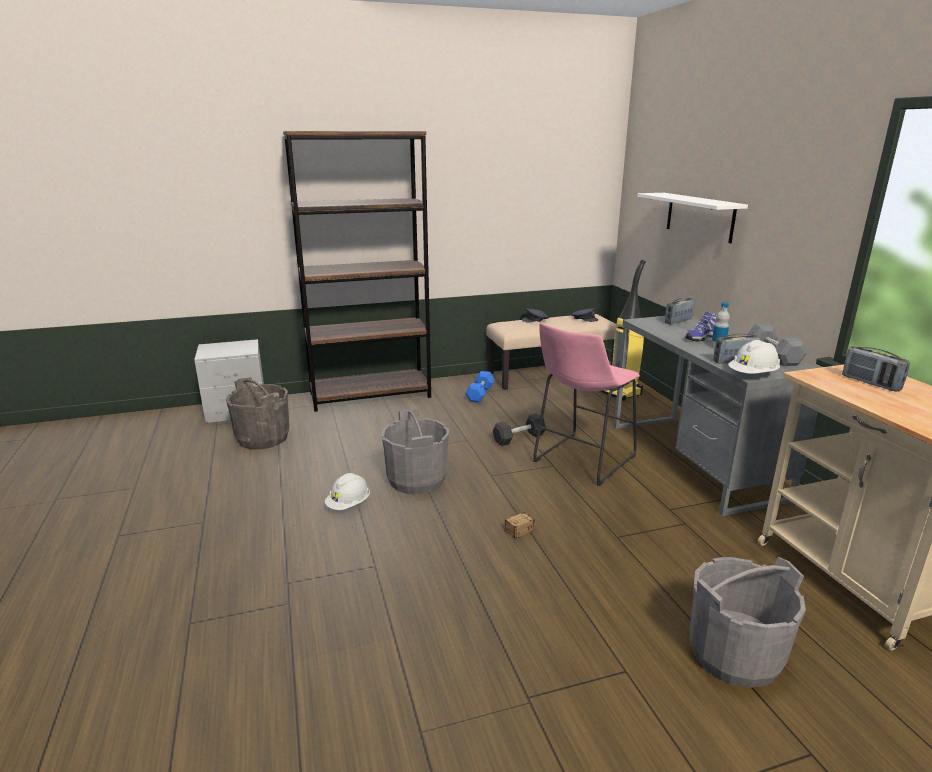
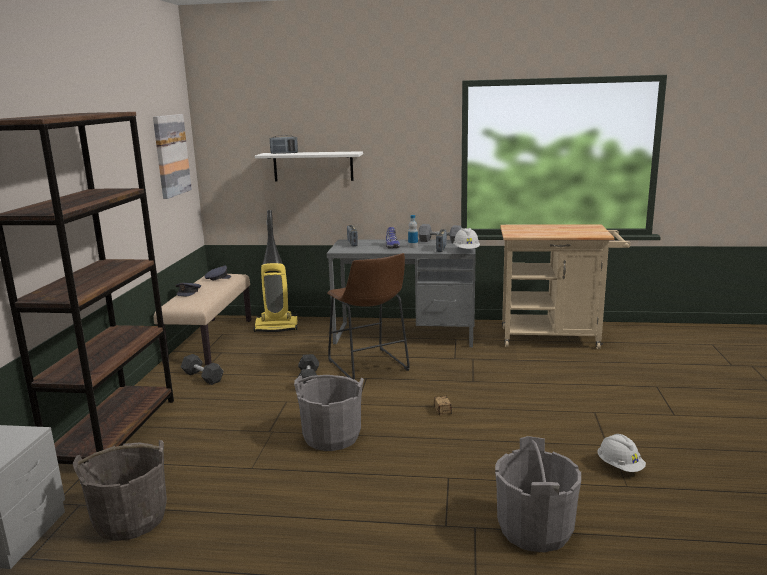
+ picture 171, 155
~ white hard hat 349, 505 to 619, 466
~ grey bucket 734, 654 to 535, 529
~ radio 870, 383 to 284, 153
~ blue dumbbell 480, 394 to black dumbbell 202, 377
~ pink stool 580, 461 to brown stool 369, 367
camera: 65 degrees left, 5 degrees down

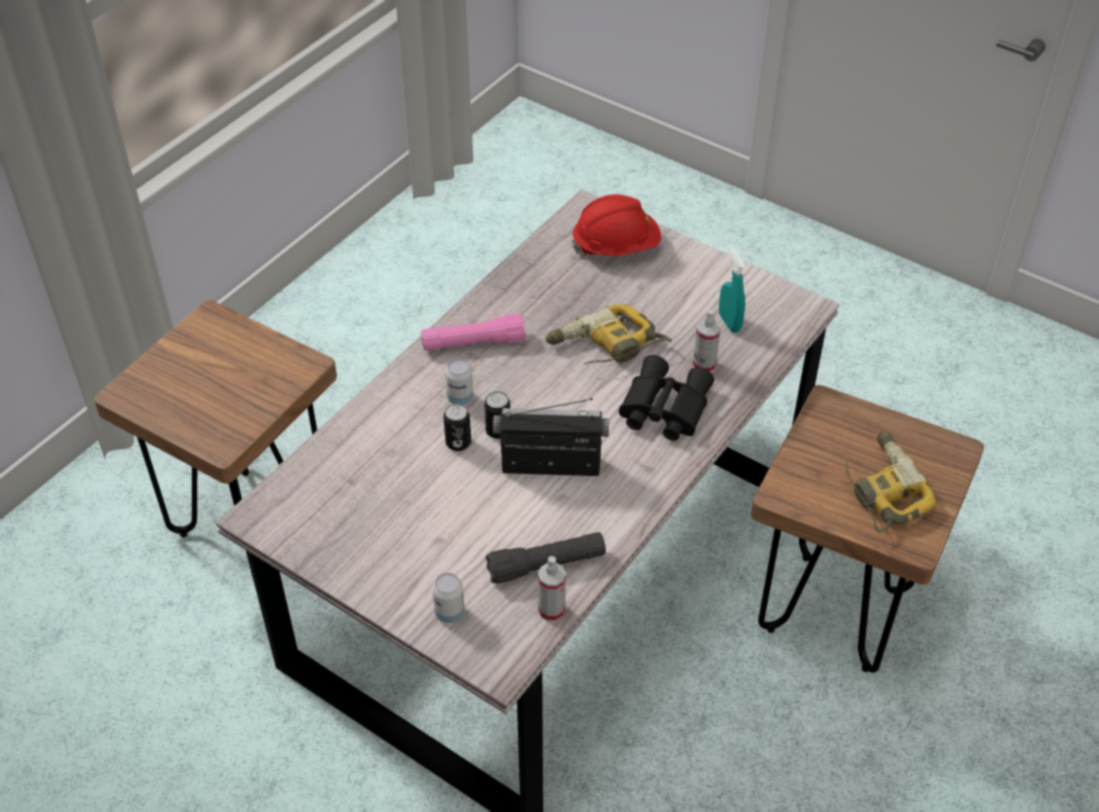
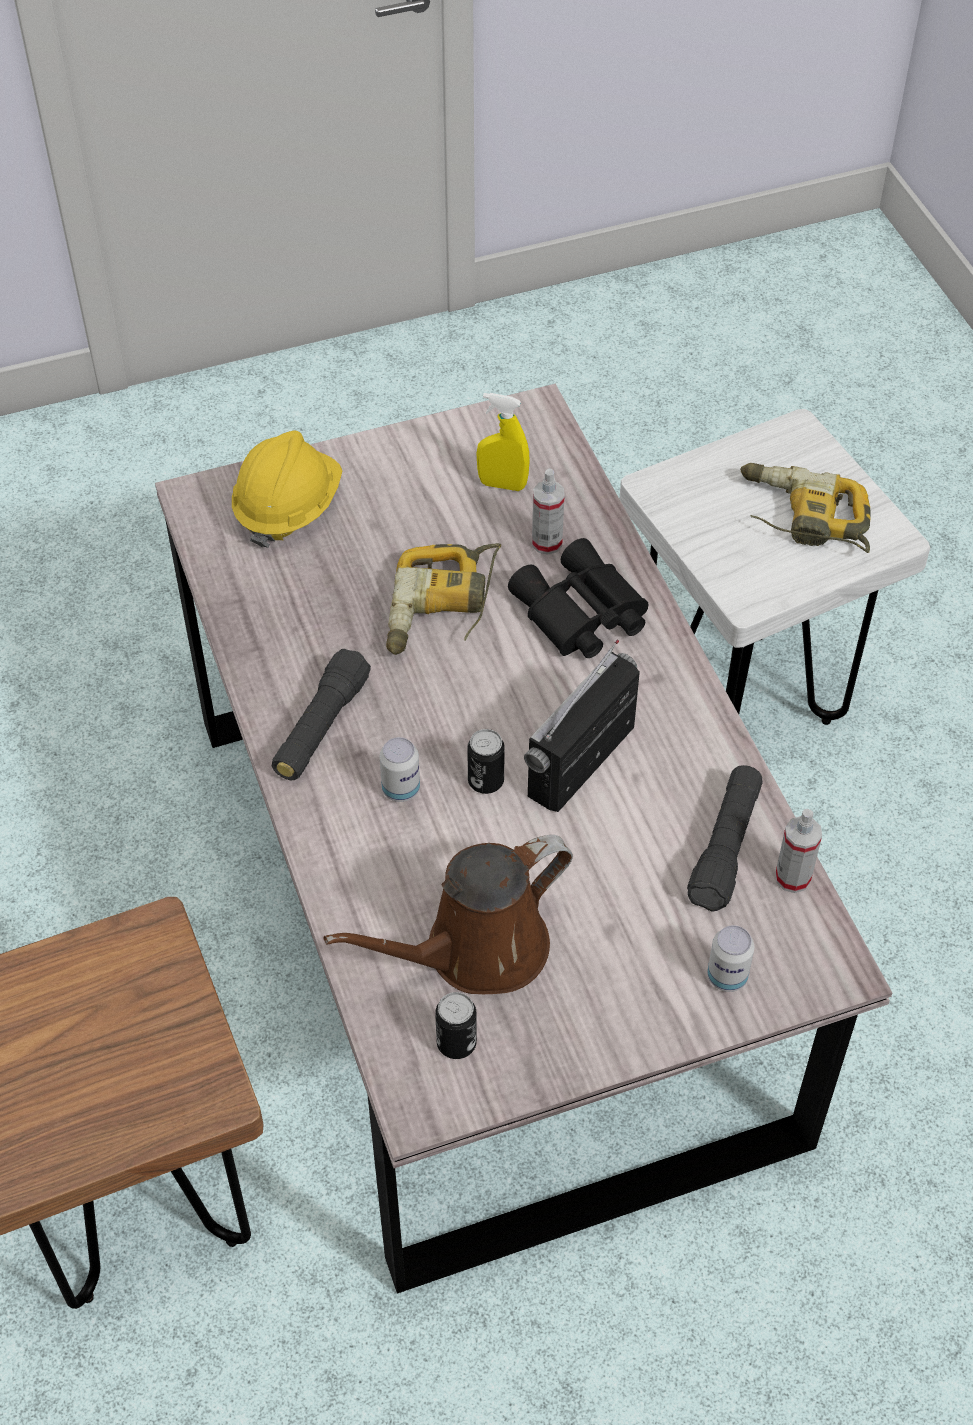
+ brown watering can 475, 951
~ can 458, 443 to 456, 1043
~ pink flashlight 473, 343 to black flashlight 321, 727
~ red hard hat 616, 246 to yellow hard hat 287, 508
~ turquoise spray bottle 729, 323 to yellow spray bottle 502, 484
~ brown stool 834, 612 to white stool 741, 701
camera: 55 degrees left, 5 degrees up

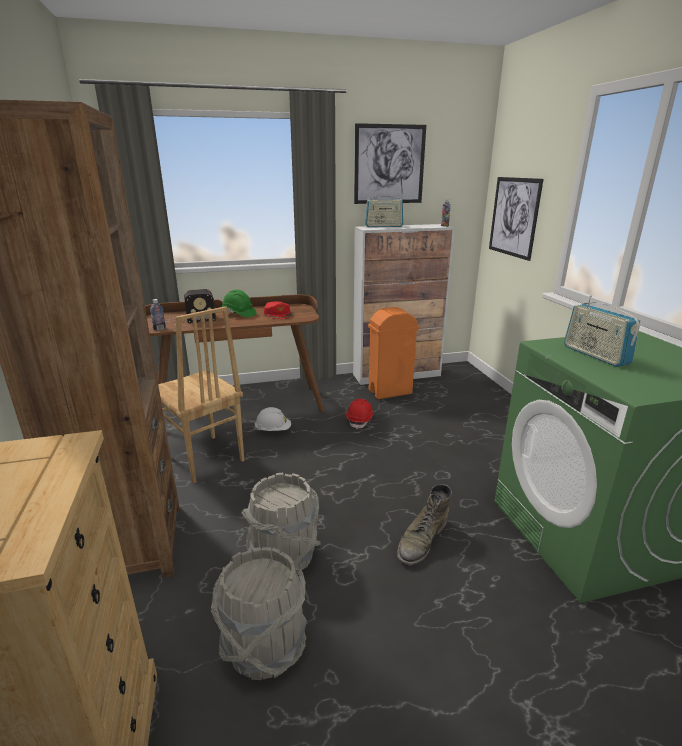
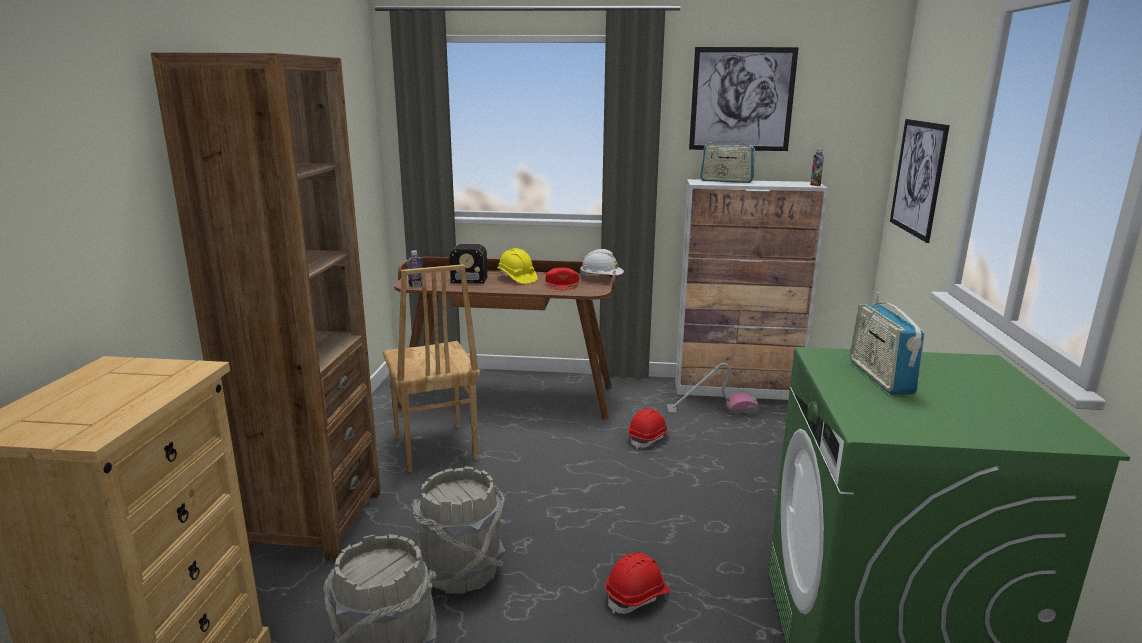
~ white hard hat 273, 430 to 601, 279
~ orange trash can 389, 392 to vacuum cleaner 711, 410
~ green boot 422, 540 to red hard hat 637, 596
~ green hard hat 239, 313 to yellow hard hat 517, 278
camera: 20 degrees right, 5 degrees down

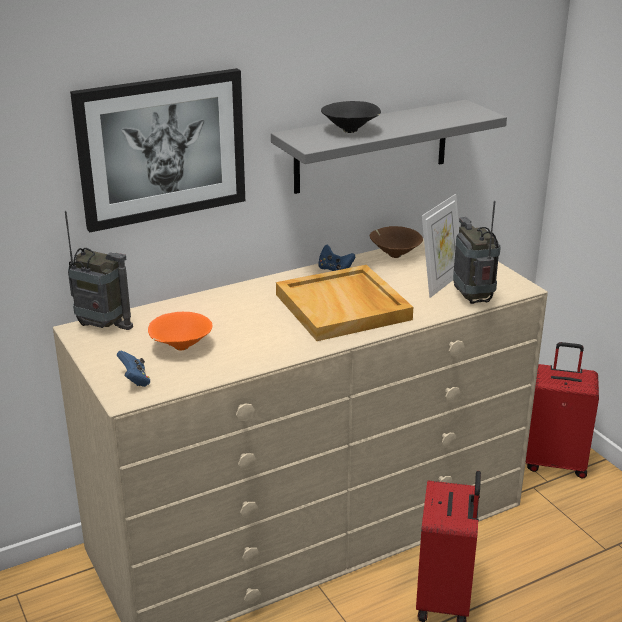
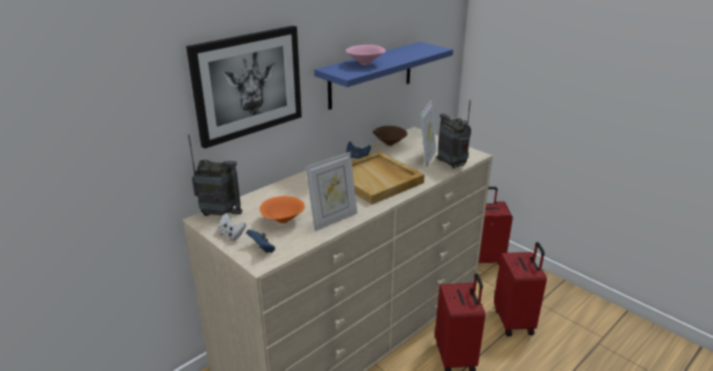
+ white game controller 231, 235
+ picture frame 333, 219
+ red suitcase 514, 321
~ grey shelf 372, 146 to blue shelf 371, 75
~ black bowl 351, 131 to pink bowl 366, 64
camera: 15 degrees left, 0 degrees up

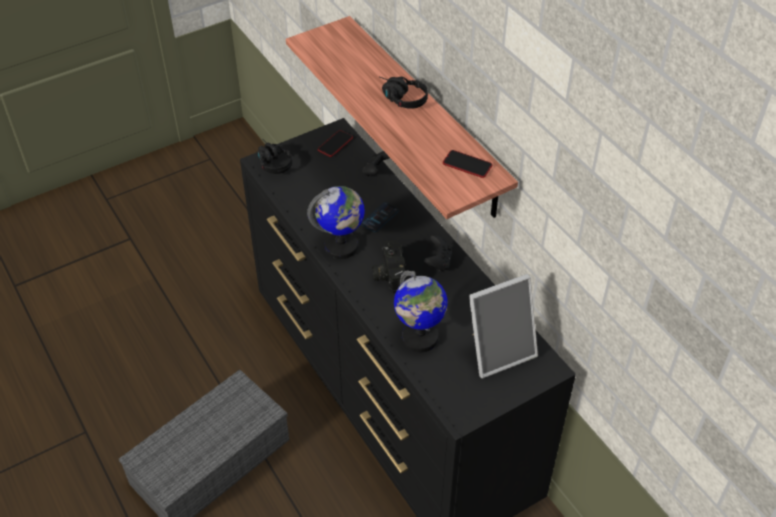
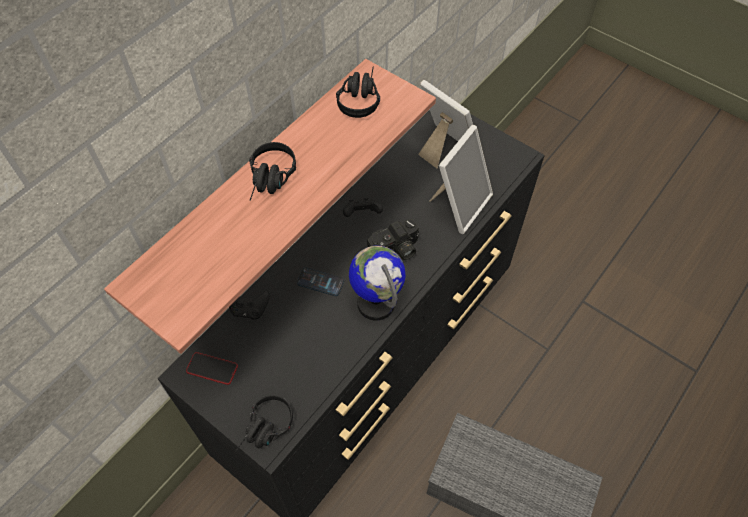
~ globe 419, 338 to picture frame 459, 204
~ phone 467, 165 to black headphones 359, 97
camera: 110 degrees left, 10 degrees up

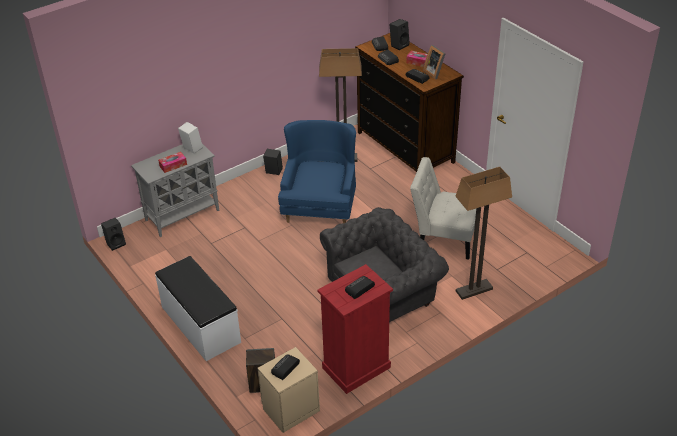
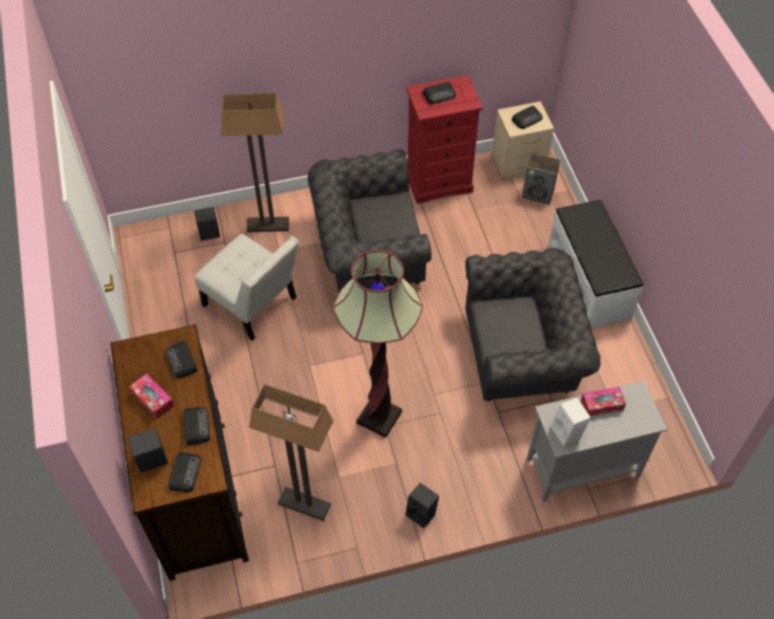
- picture frame 435, 72
+ grey armchair 523, 354
~ black speaker 116, 243 to 209, 235
~ blue armchair 321, 204 to floor lamp 379, 417
camera: 160 degrees left, 15 degrees up

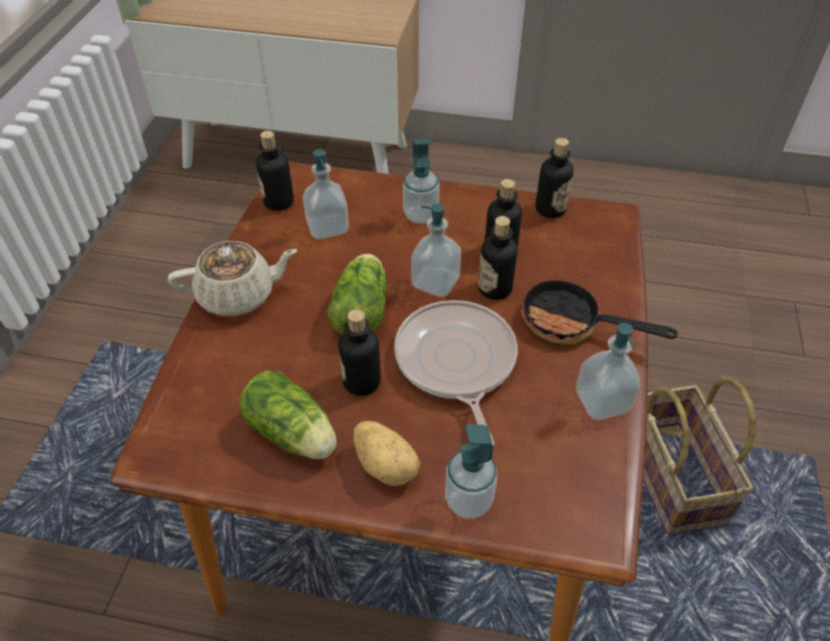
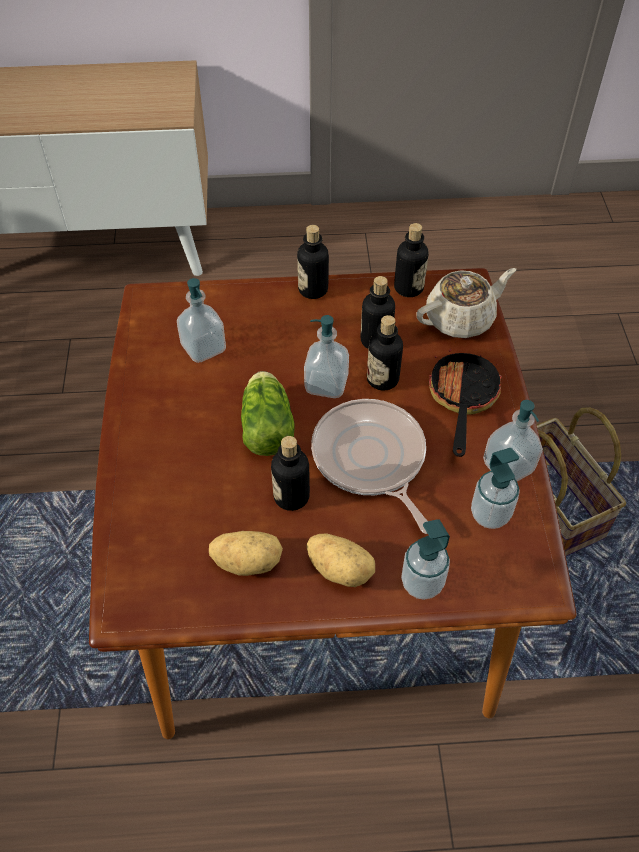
~ beige teapot 238, 295 to 461, 319
~ bottle 278, 202 to 313, 289
~ soap dispenser 420, 215 to 490, 514
~ lettuce 294, 435 to potato 248, 561
~ frying pan 572, 324 = 461, 399 90 degrees clockwise
camera: 15 degrees left, 5 degrees up

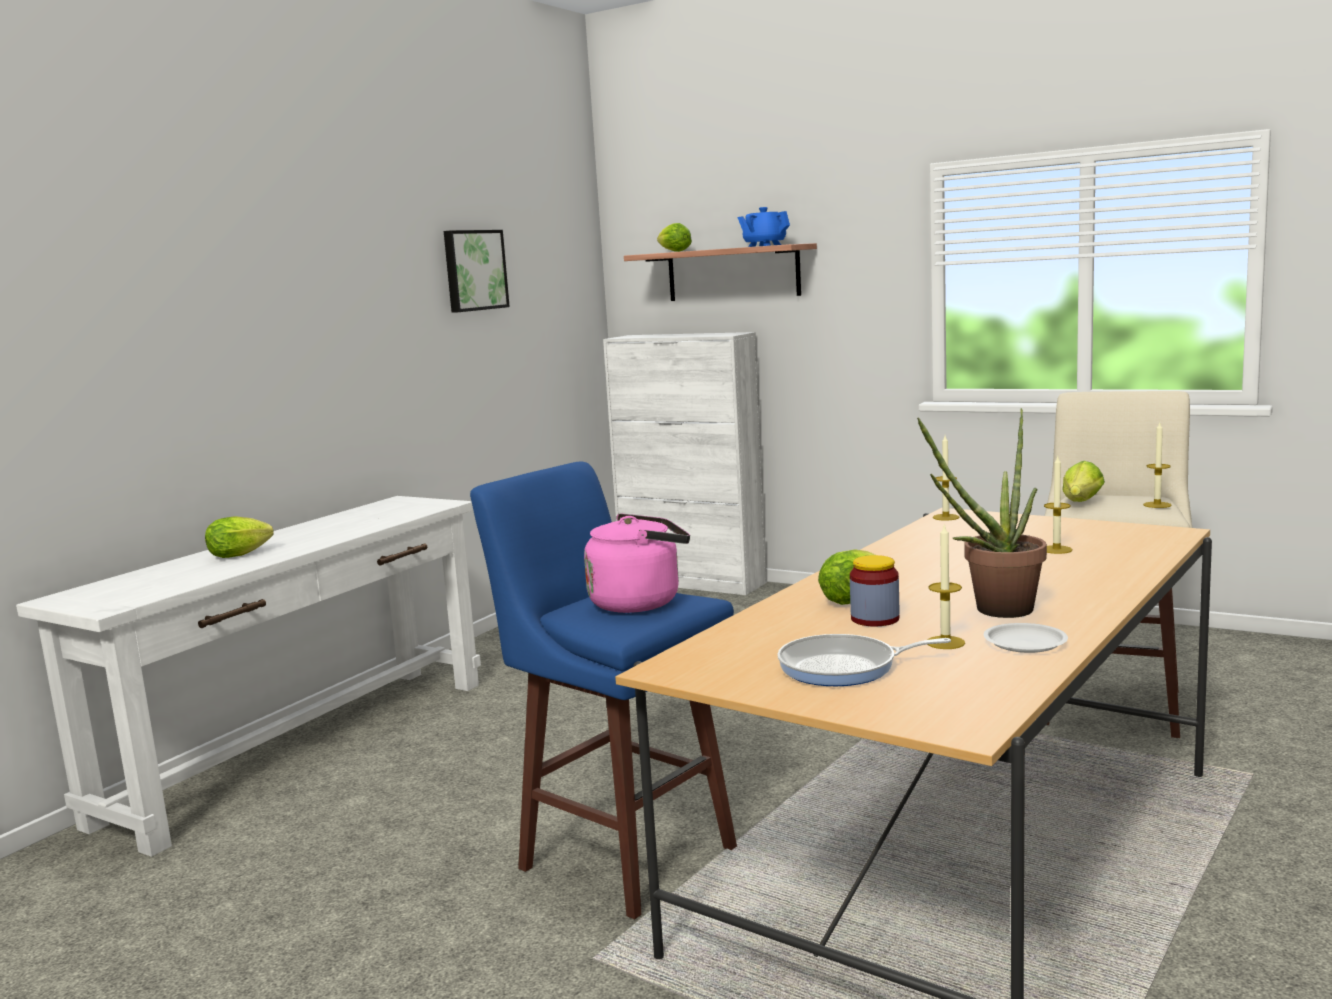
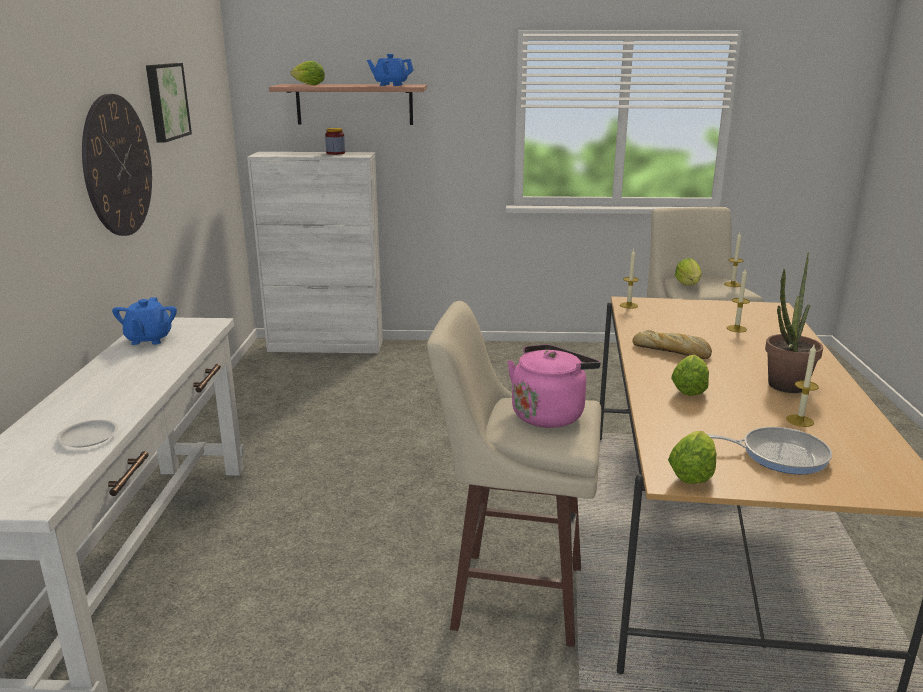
+ wall clock 117, 166
+ blue teapot 149, 339
+ bread 672, 351
~ lettuce 242, 554 to 693, 473
~ jar 875, 619 to 335, 153
~ white plate 1026, 643 to 89, 437
~ blue stool 624, 855 to beige stool 513, 595
~ frying pan 844, 668 = 779, 455 135 degrees counterclockwise
camera: 30 degrees left, 10 degrees up

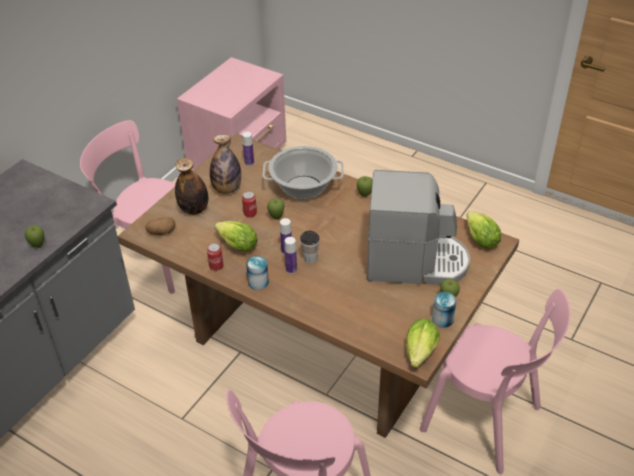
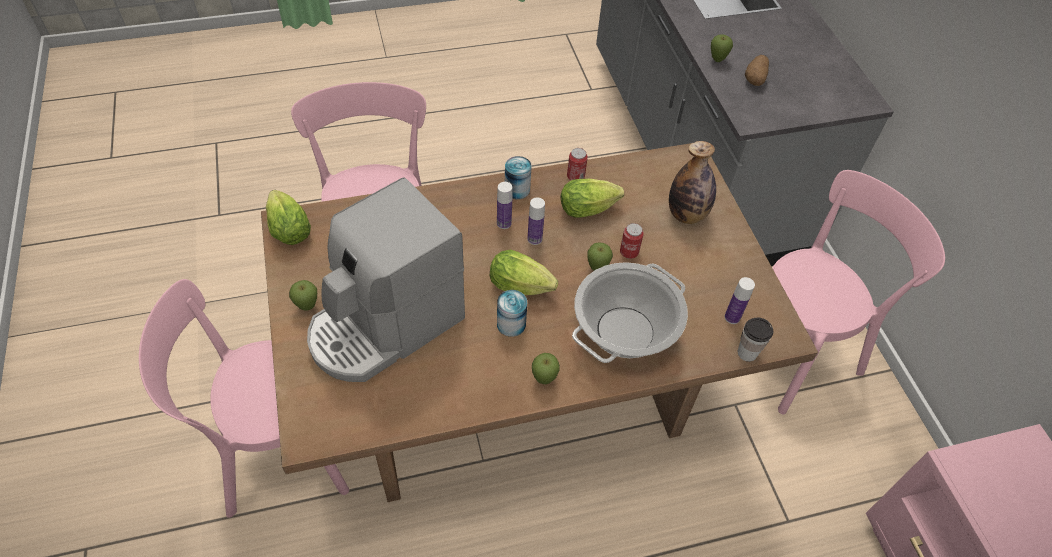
- bottle 227, 189
~ potato 161, 232 to 755, 78
~ cup 310, 258 to 747, 353
~ can 442, 319 to 511, 324
~ lettuce 479, 238 to 524, 287
camera: 130 degrees right, 10 degrees up

